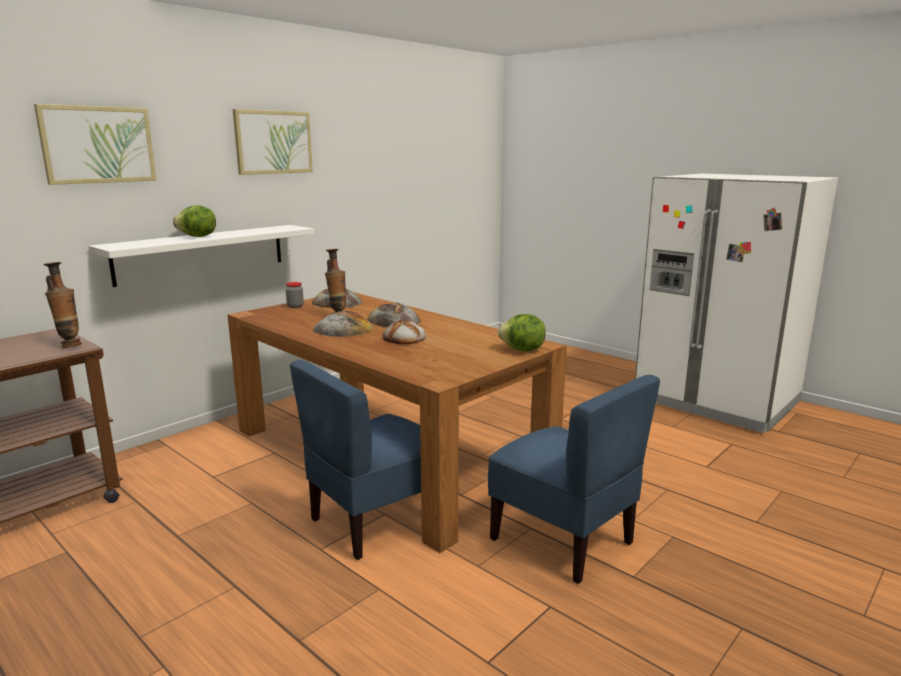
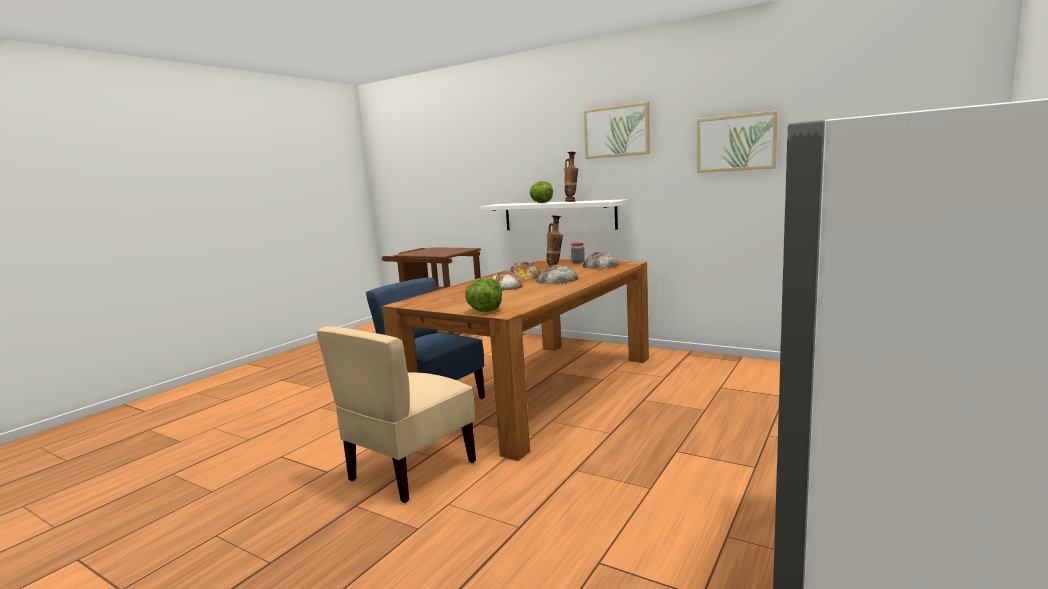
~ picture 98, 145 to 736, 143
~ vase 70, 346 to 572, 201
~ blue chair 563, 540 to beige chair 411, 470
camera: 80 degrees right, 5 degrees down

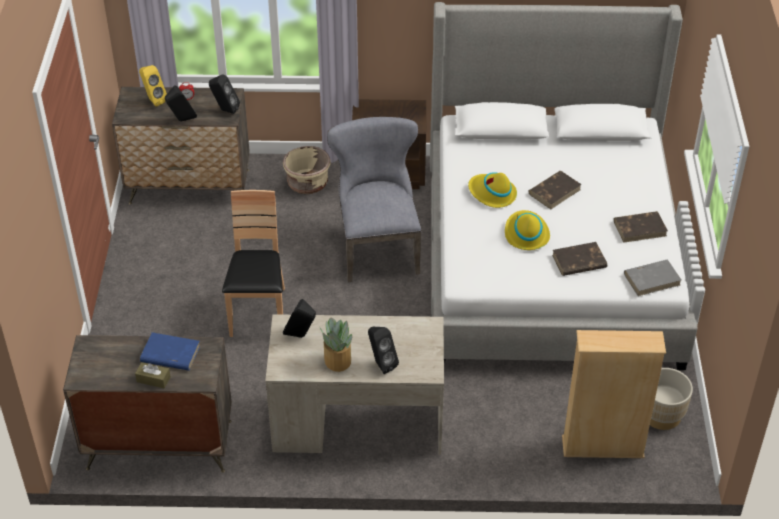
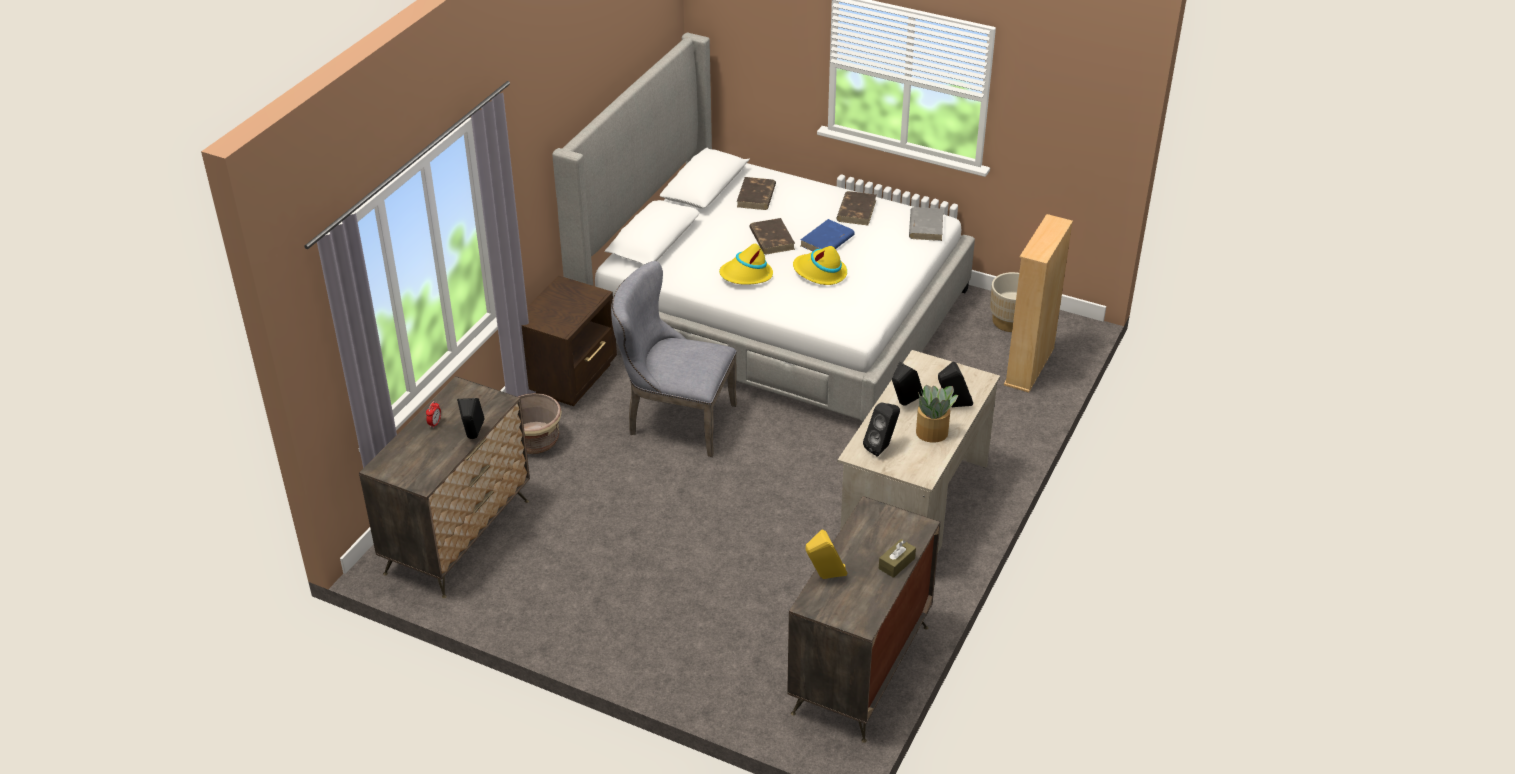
- brown chair 259, 312
~ yellow speaker 153, 100 to 824, 577
~ blue book 170, 354 to 827, 241
~ black speaker 225, 110 to 904, 404
~ brown book 578, 262 to 756, 196
camera: 65 degrees left, 5 degrees down

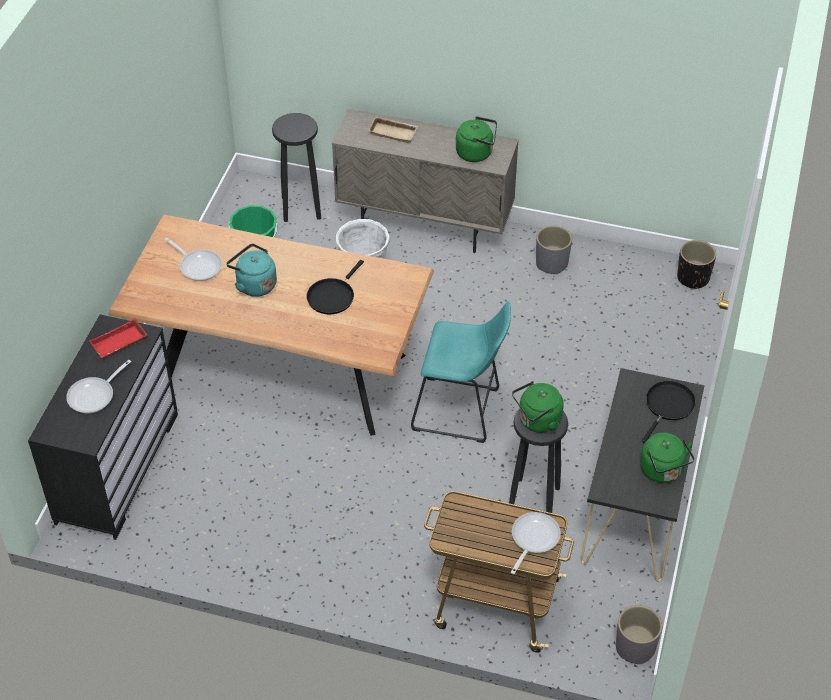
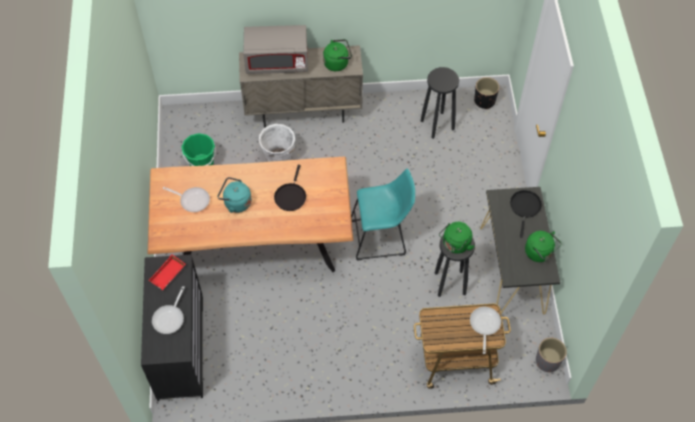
- grey planter 552, 263
~ black stool 301, 208 to 437, 125
~ beige tray 394, 132 to grey microwave 277, 62
camera: 20 degrees left, 10 degrees up

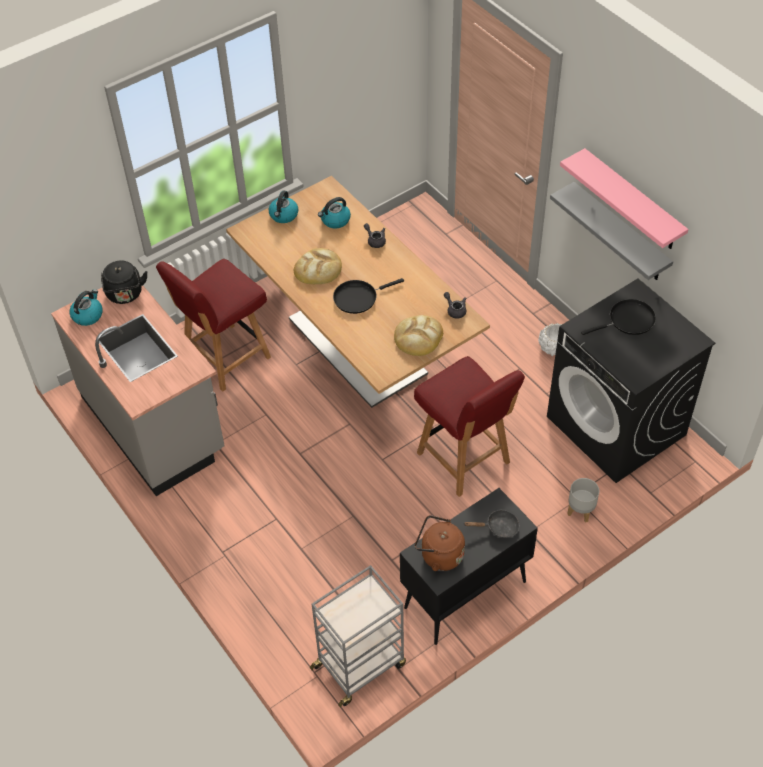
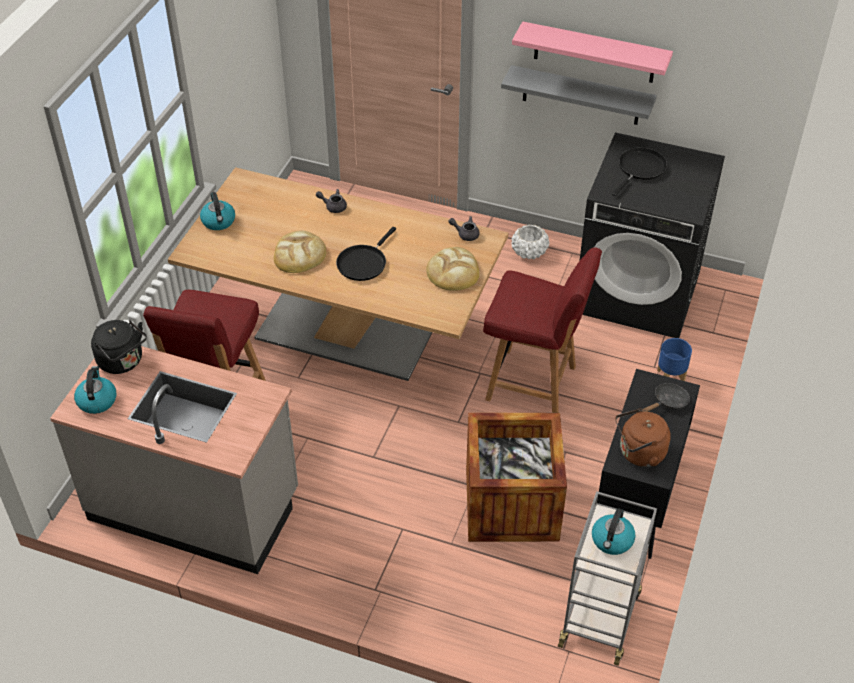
+ crate 511, 504
~ kettle 335, 220 to 612, 541
~ grey planter 581, 511 to blue planter 671, 376
camera: 35 degrees left, 5 degrees down

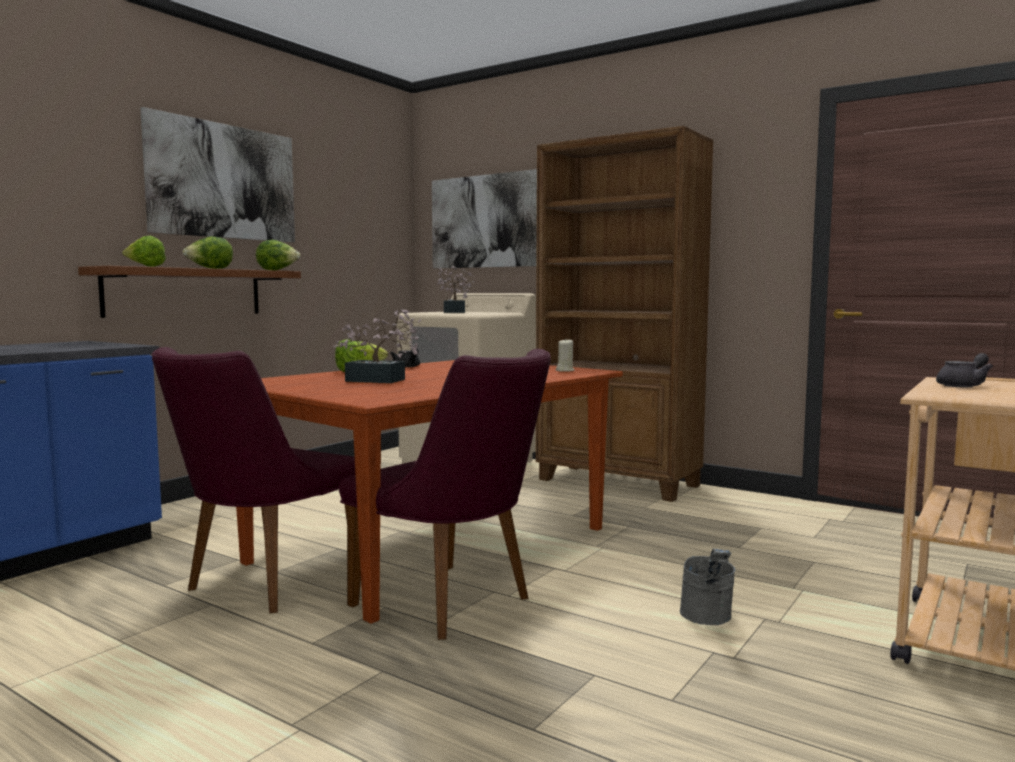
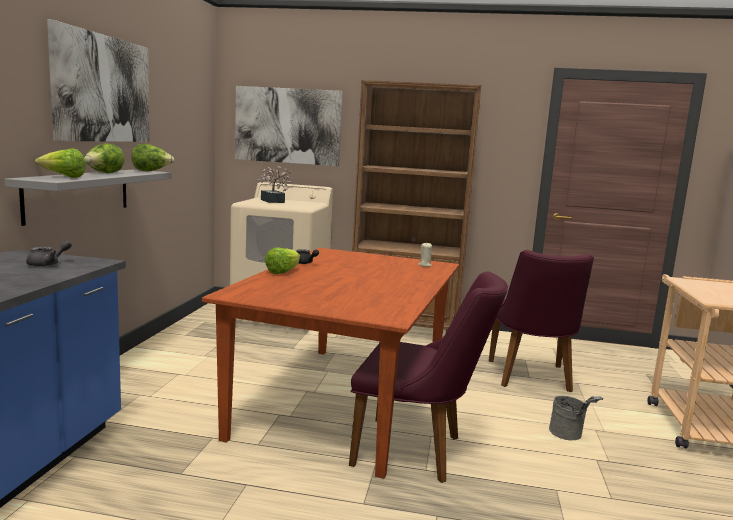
- potted plant 381, 380
~ purple chair 262, 585 to 531, 379
~ grey teapot 964, 385 to 48, 264
~ brown shelf 185, 292 to grey shelf 79, 194
camera: 25 degrees left, 5 degrees up

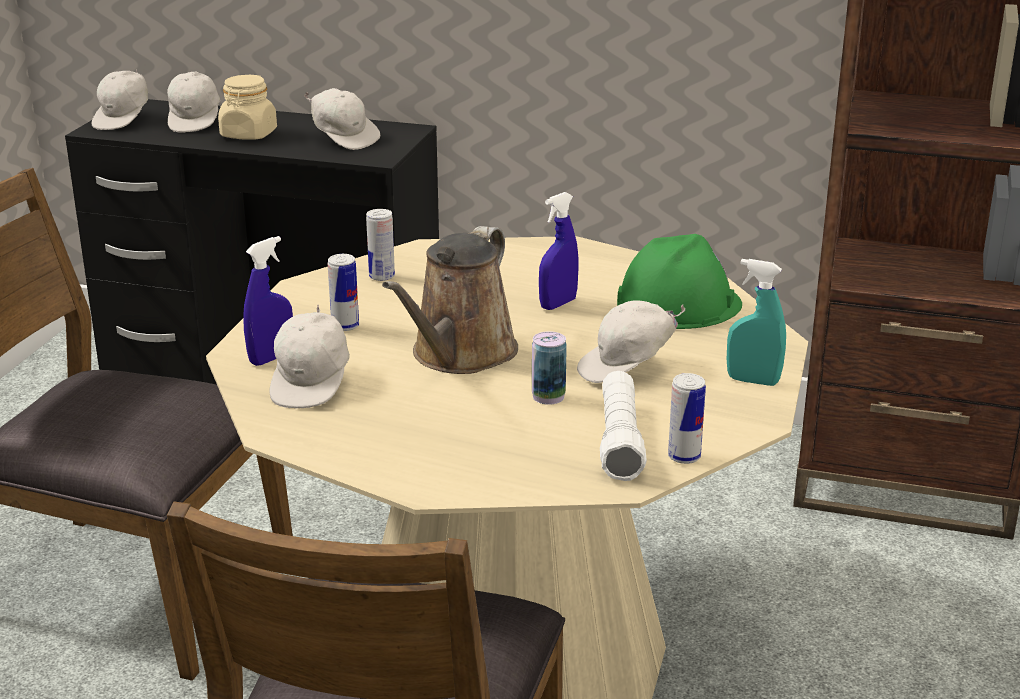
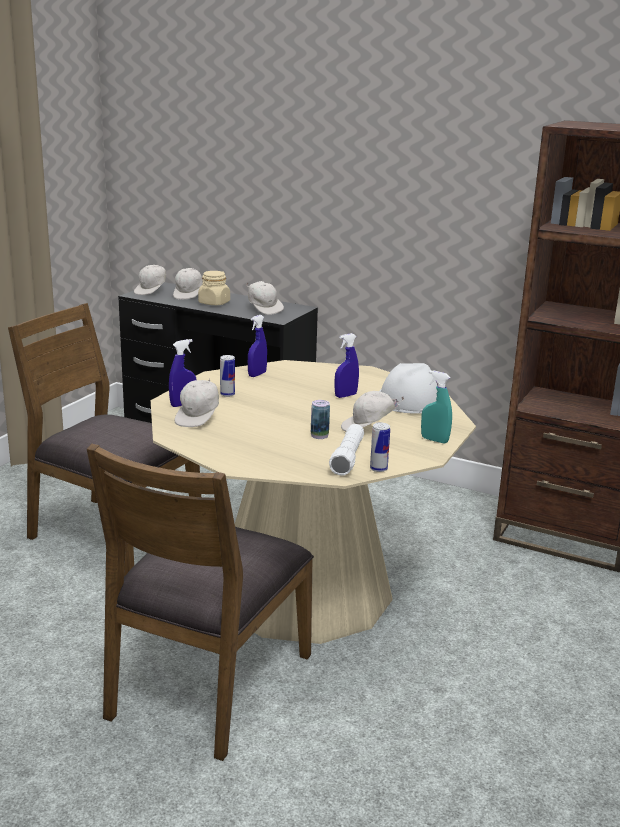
- brown watering can 459, 355
~ can 382, 276 to blue spray bottle 257, 374
~ green hard hat 678, 303 to white hard hat 412, 402
camera: 10 degrees right, 5 degrees down

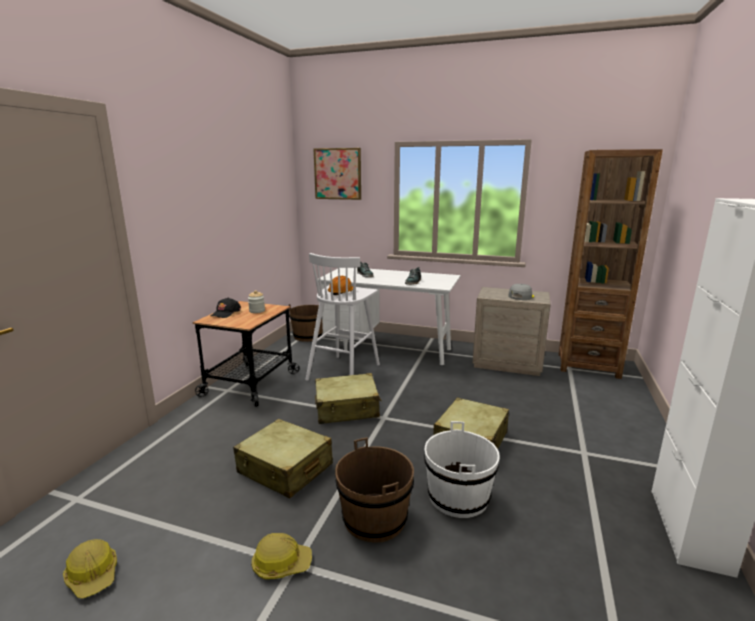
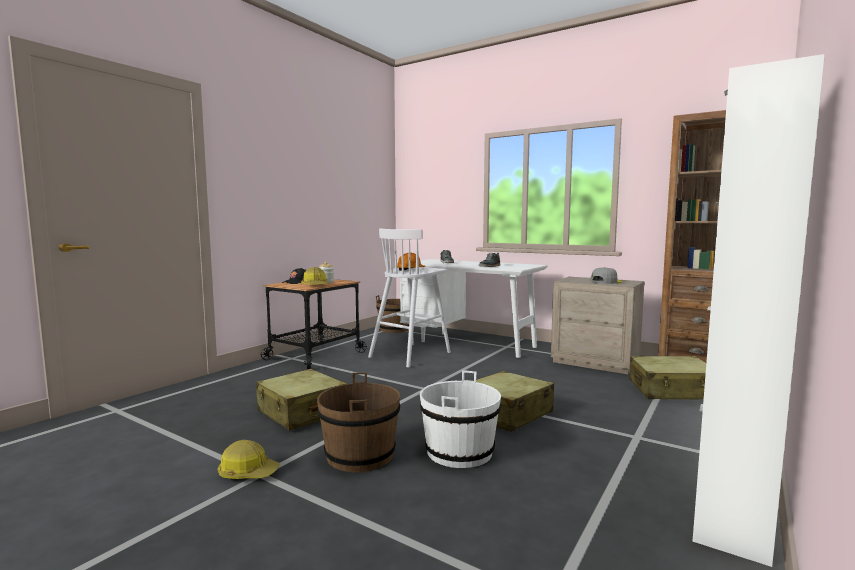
- picture 338, 174
~ hard hat 93, 575 to 315, 285
~ beige suitcase 347, 408 to 672, 390
camera: 15 degrees right, 10 degrees down

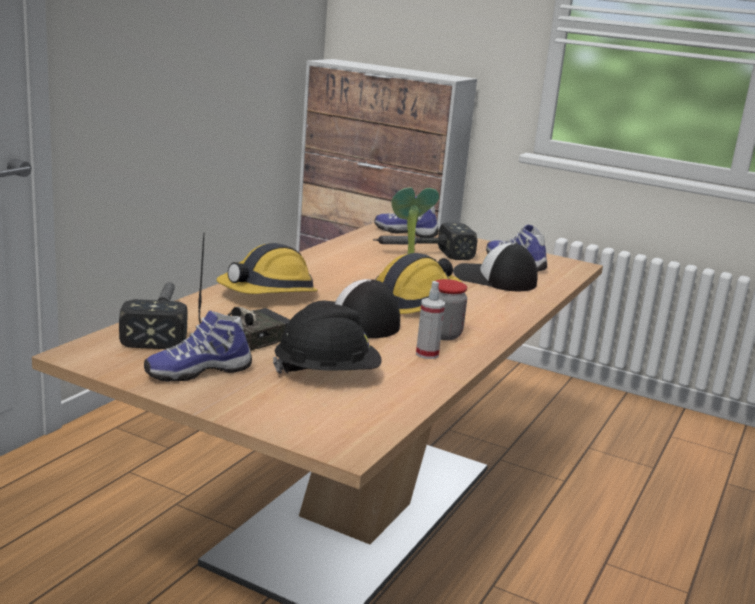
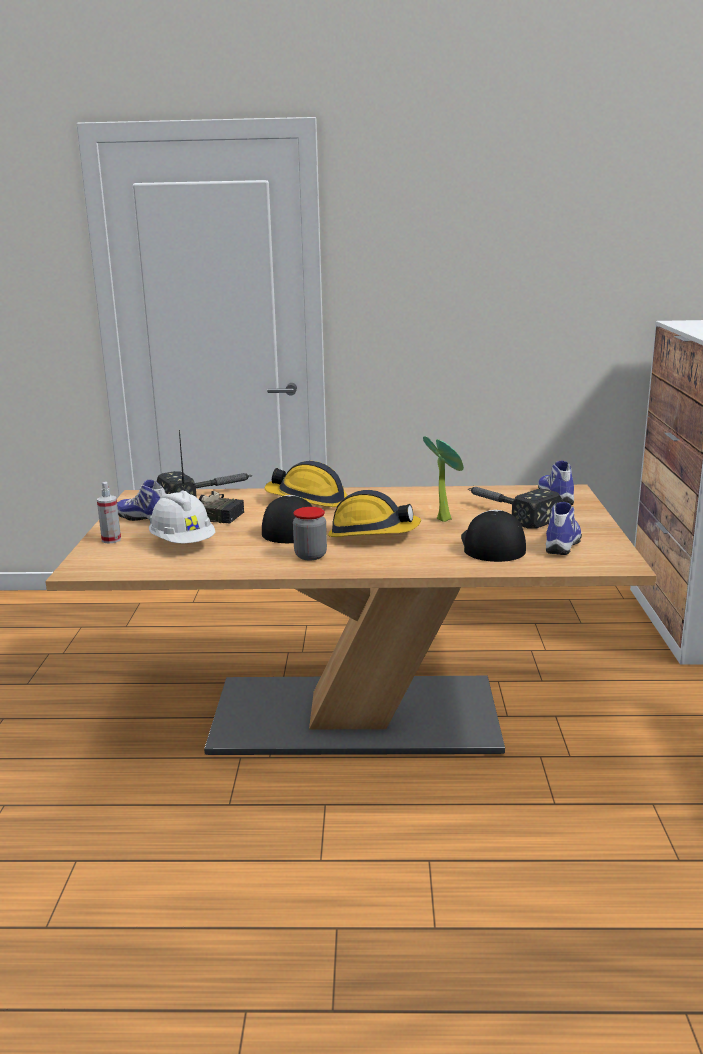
~ spray bottle 427, 354 to 111, 540
~ black hard hat 327, 374 to white hard hat 183, 543
camera: 65 degrees right, 0 degrees up

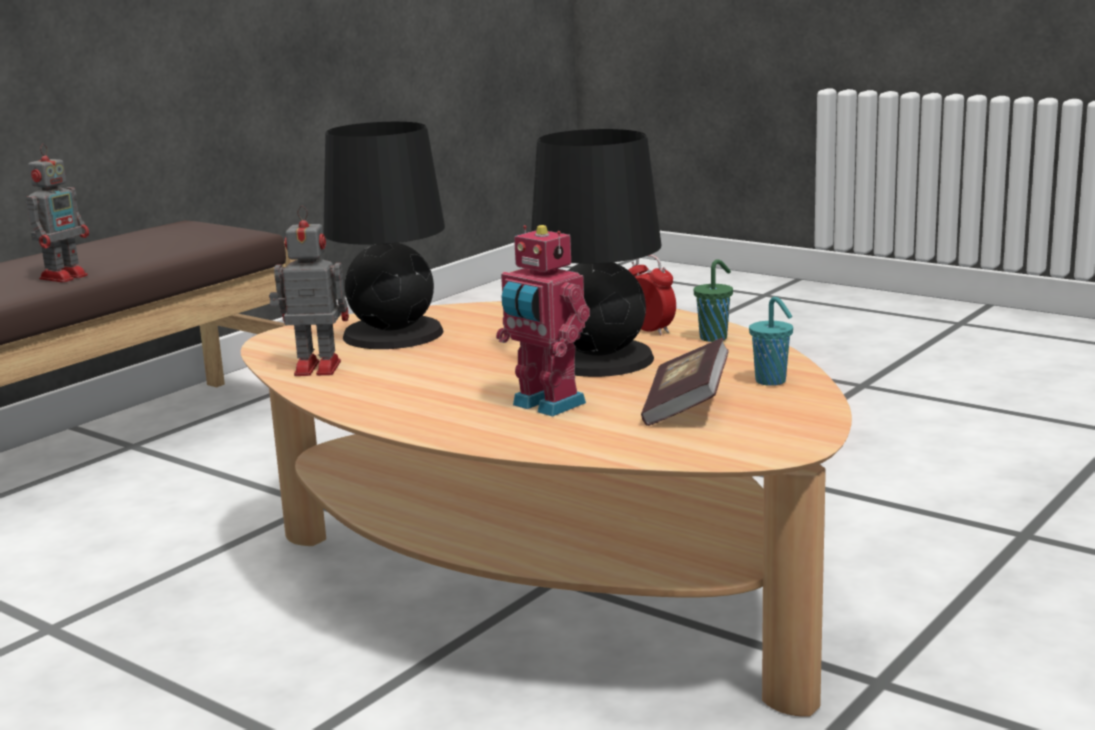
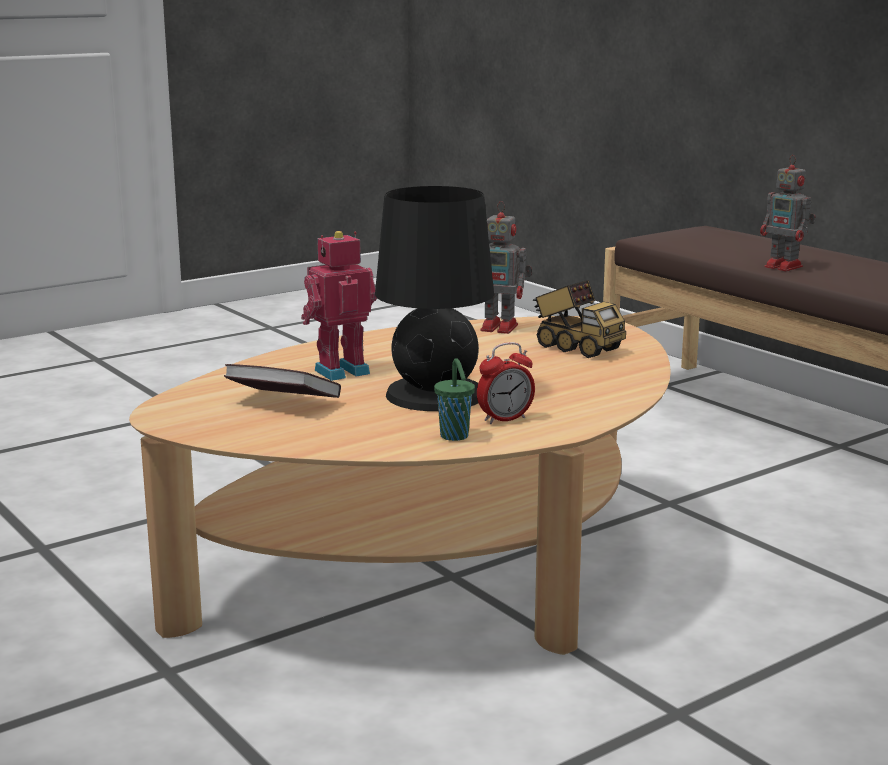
- turquoise cup 772, 382
~ black table lamp 391, 334 to toy truck 576, 348
~ toy robot 314, 368 = 501, 328 90 degrees clockwise
camera: 105 degrees right, 0 degrees up

